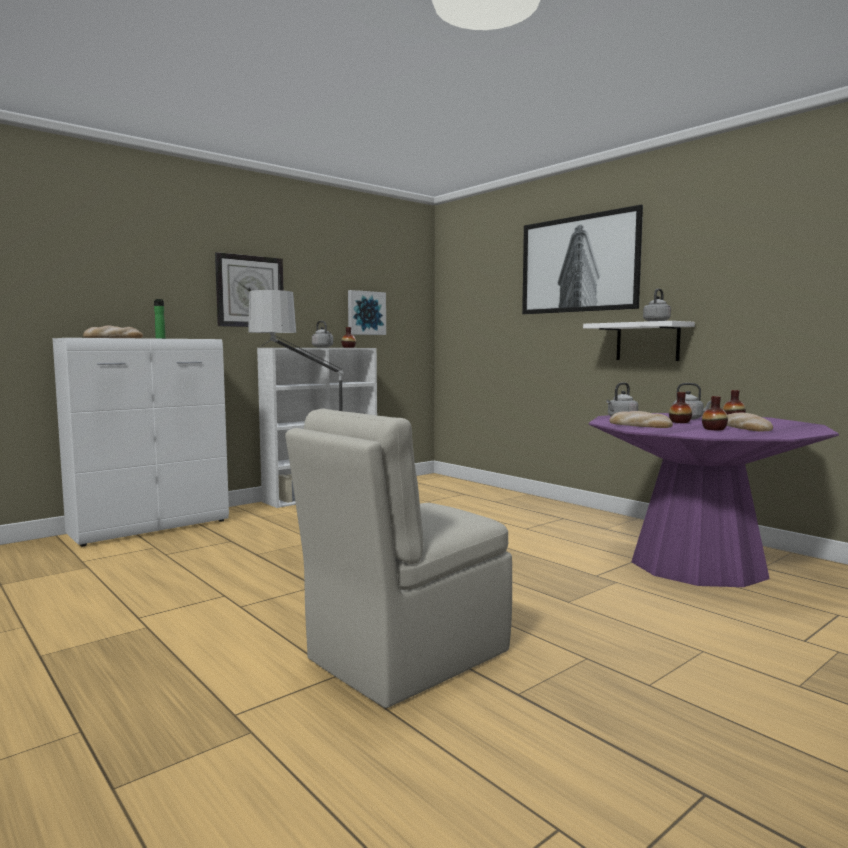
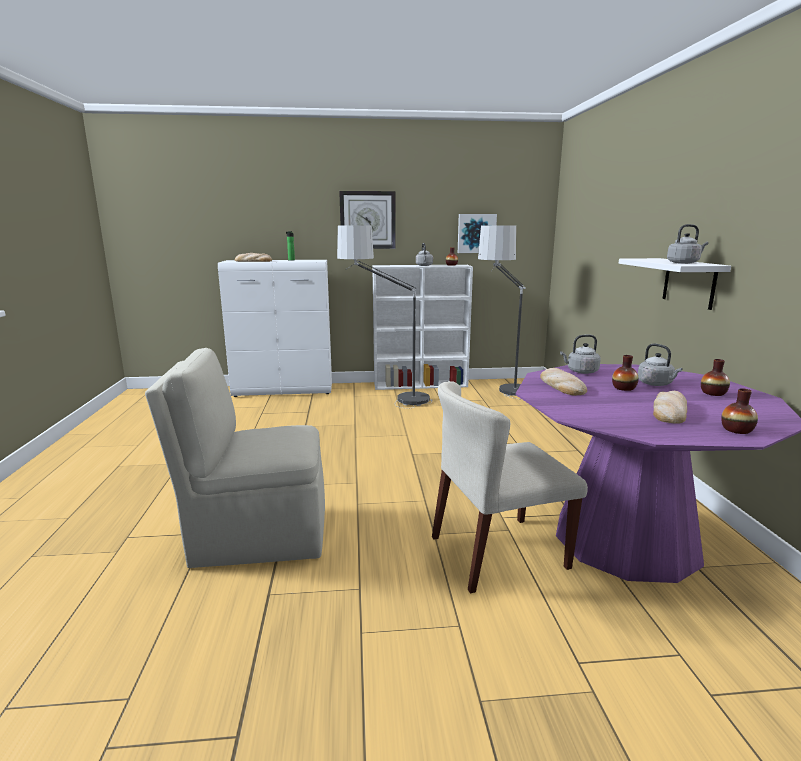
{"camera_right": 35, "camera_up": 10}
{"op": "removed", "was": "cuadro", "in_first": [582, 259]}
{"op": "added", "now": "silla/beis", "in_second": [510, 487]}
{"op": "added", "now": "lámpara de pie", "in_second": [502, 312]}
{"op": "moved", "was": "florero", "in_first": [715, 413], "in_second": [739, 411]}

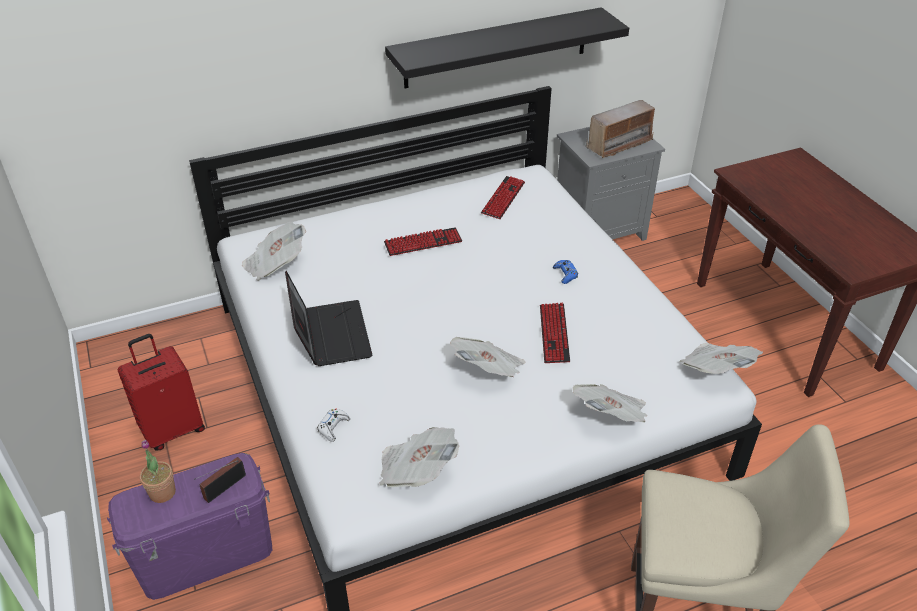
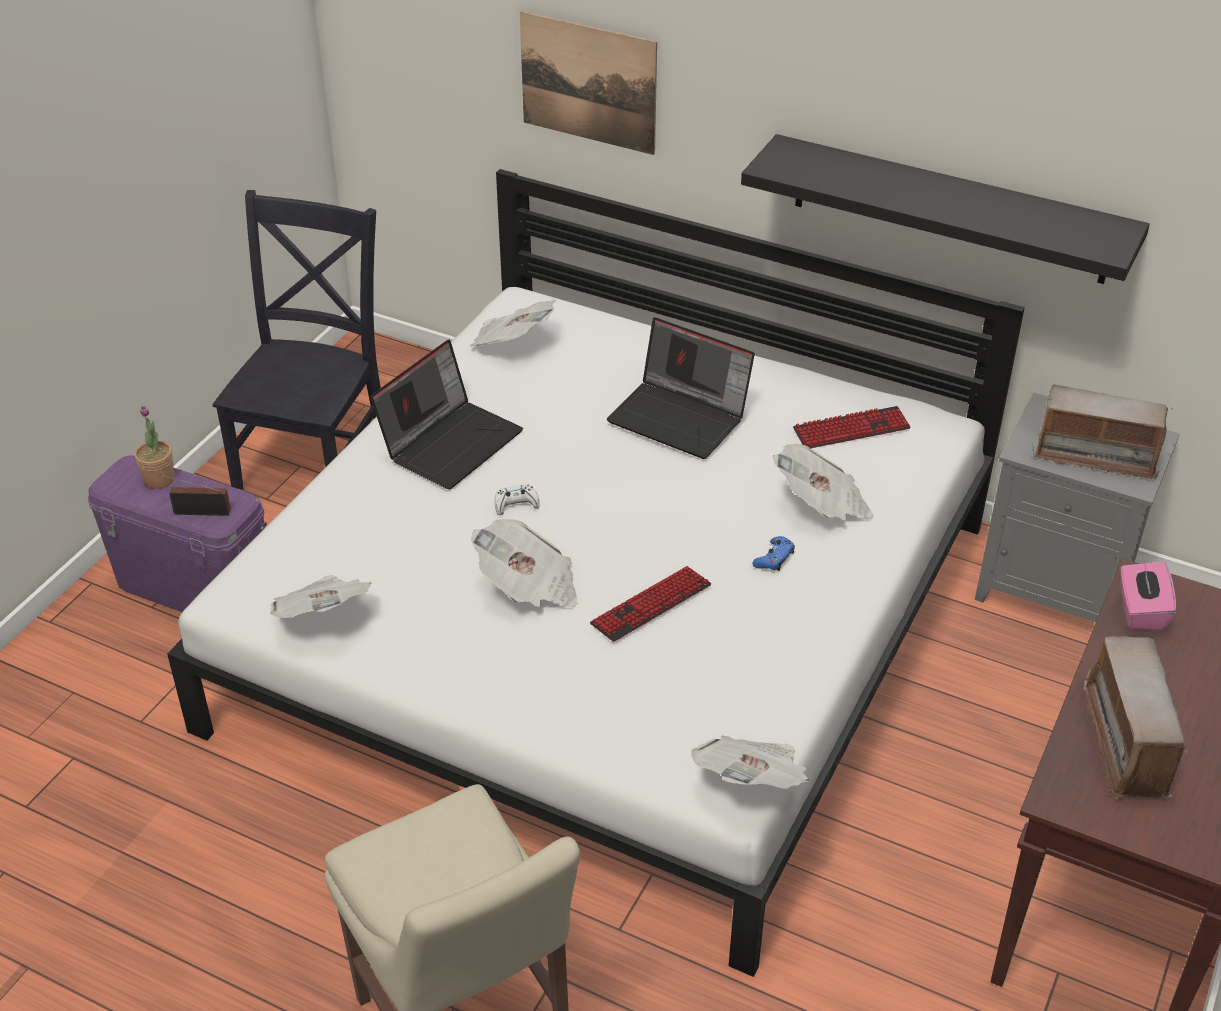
{"camera_right": 50, "camera_up": 0}
{"op": "added", "now": "cuadro", "in_second": [588, 83]}
{"op": "added", "now": "radio", "in_second": [1135, 718]}
{"op": "added", "now": "caja de pañuelos/rosa", "in_second": [1148, 595]}
{"op": "moved", "was": "mando de consola/blanco", "in_first": [333, 425], "in_second": [517, 499]}
{"op": "moved", "was": "periódico", "in_first": [610, 403], "in_second": [823, 482]}
{"op": "replaced", "was": "maleta/rojo", "now": "silla/negro", "in_first": [161, 392], "in_second": [297, 340]}
{"op": "replaced", "was": "teclado", "now": "portátil", "in_first": [423, 241], "in_second": [681, 388]}

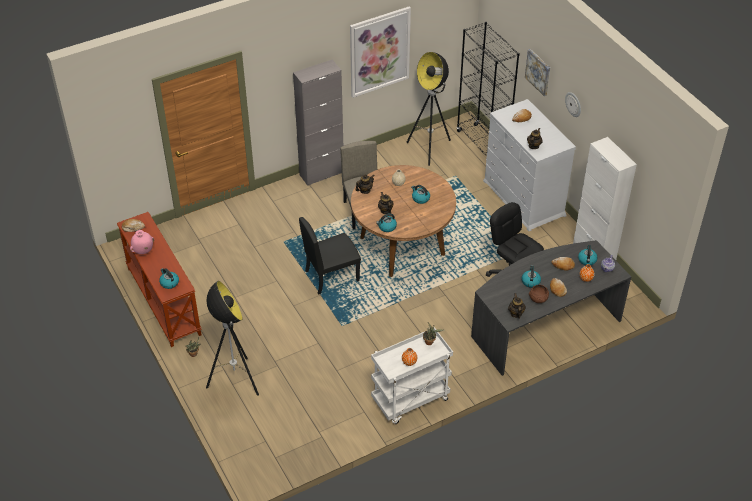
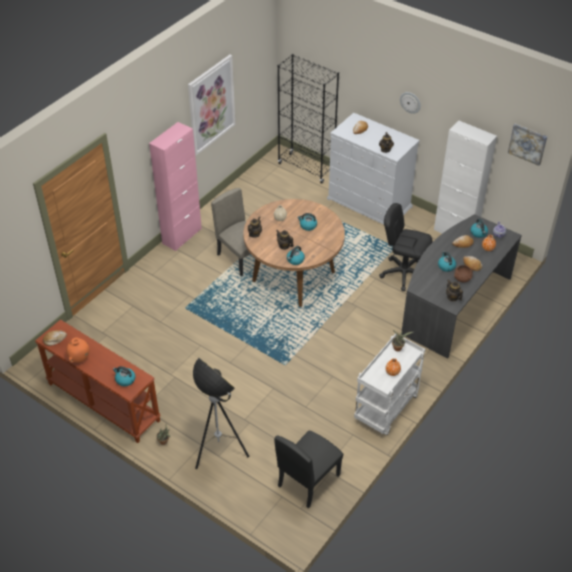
{"camera_right": -25, "camera_up": 0}
{"op": "removed", "was": "lámpara de pie", "in_first": [429, 109]}
{"op": "moved", "was": "silla/negro", "in_first": [330, 256], "in_second": [308, 469]}
{"op": "moved", "was": "cuadro", "in_first": [537, 72], "in_second": [527, 145]}
{"op": "recoloured", "was": "florero/rosa", "now": "florero/naranja", "in_first": [142, 242], "in_second": [78, 350]}
{"op": "recoloured", "was": "armario/gris", "now": "armario/rosa", "in_first": [318, 123], "in_second": [175, 186]}

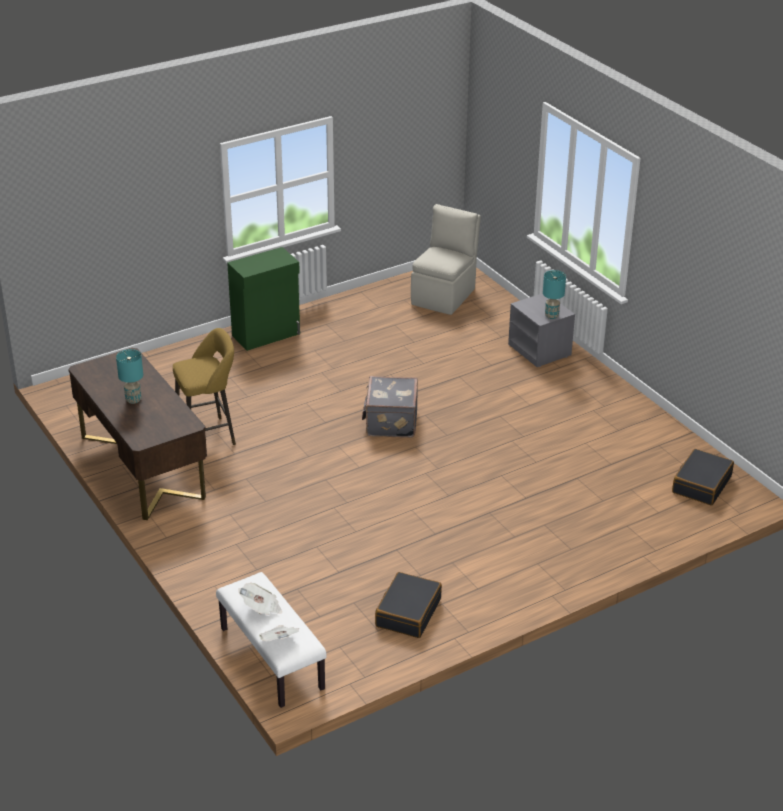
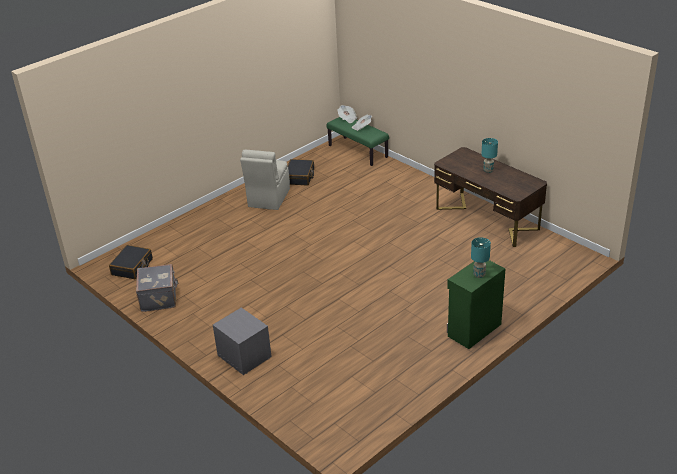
{"camera_right": 170, "camera_up": 0}
{"op": "removed", "was": "taburete/amarillo", "in_first": [204, 386]}
{"op": "moved", "was": "maleta/gris", "in_first": [390, 407], "in_second": [157, 288]}
{"op": "moved", "was": "silla/beis", "in_first": [446, 259], "in_second": [265, 180]}
{"op": "moved", "was": "lámpara de mesa/turquesa", "in_first": [554, 294], "in_second": [481, 257]}
{"op": "recoloured", "was": "banco/blanco", "now": "banco/verde", "in_first": [271, 640], "in_second": [357, 141]}

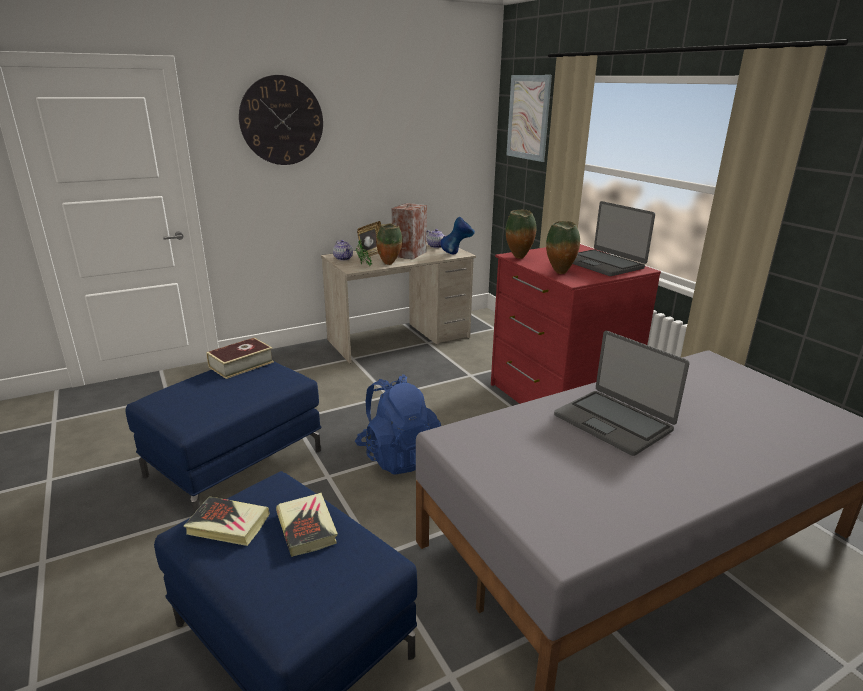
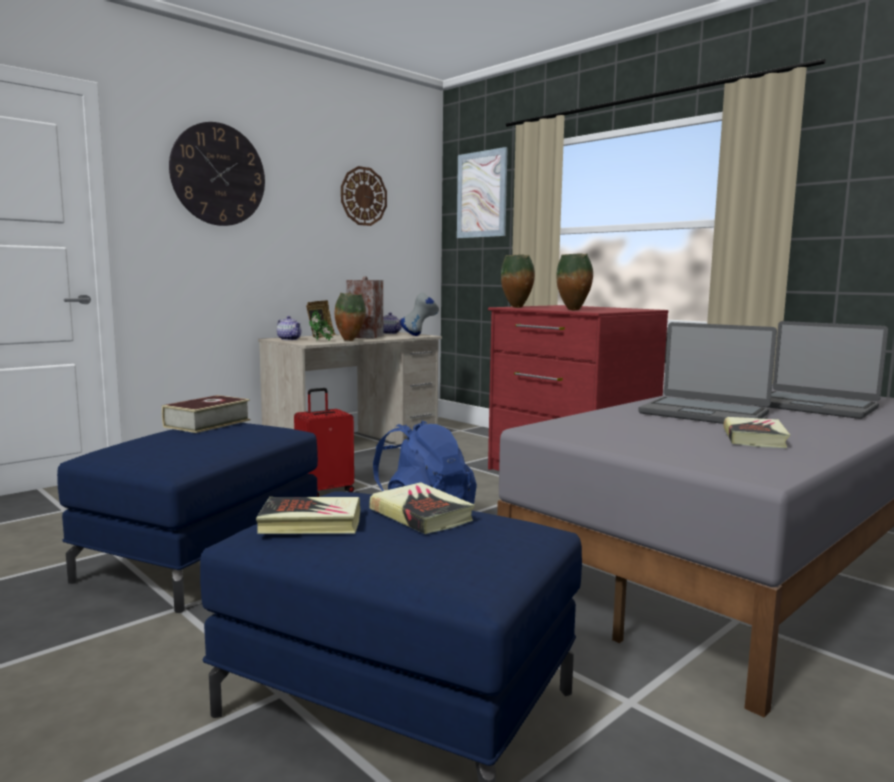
{"camera_right": -15, "camera_up": -15}
{"op": "added", "now": "maleta/rojo", "in_second": [324, 442]}
{"op": "added", "now": "reloj de pared", "in_second": [364, 196]}
{"op": "added", "now": "libro", "in_second": [757, 432]}
{"op": "moved", "was": "portátil", "in_first": [614, 238], "in_second": [820, 370]}
{"op": "recoloured", "was": "florero/azul", "now": "florero/gris", "in_first": [457, 236], "in_second": [419, 314]}

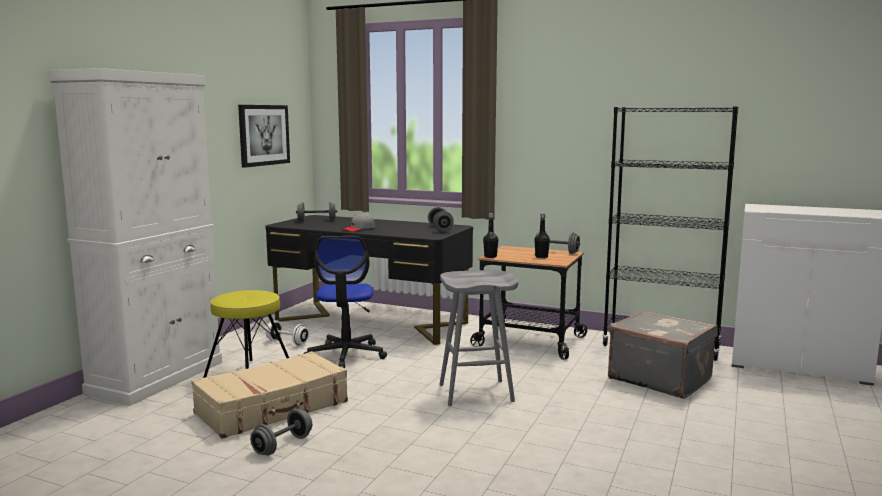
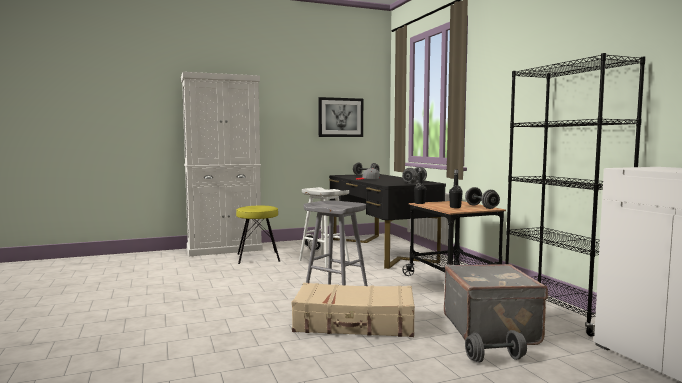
{"camera_right": 45, "camera_up": -5}
{"op": "moved", "was": "maleta/beis", "in_first": [269, 395], "in_second": [353, 310]}
{"op": "moved", "was": "mancuerna/gris", "in_first": [281, 432], "in_second": [496, 346]}
{"op": "replaced", "was": "silla de oficina", "now": "taburete/blanco", "in_first": [345, 302], "in_second": [324, 227]}

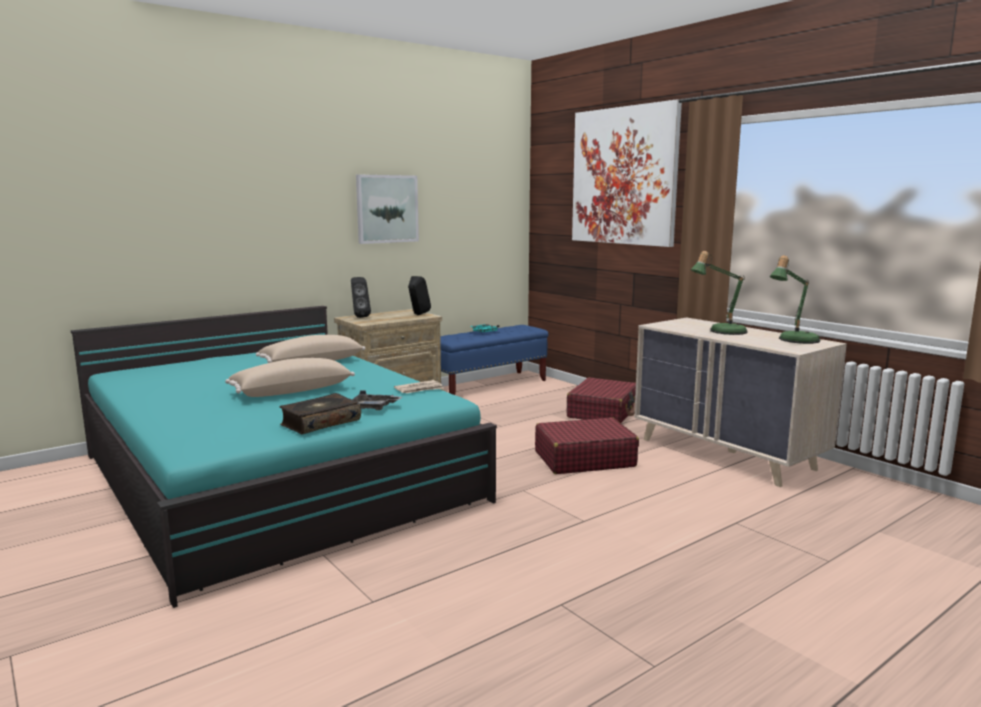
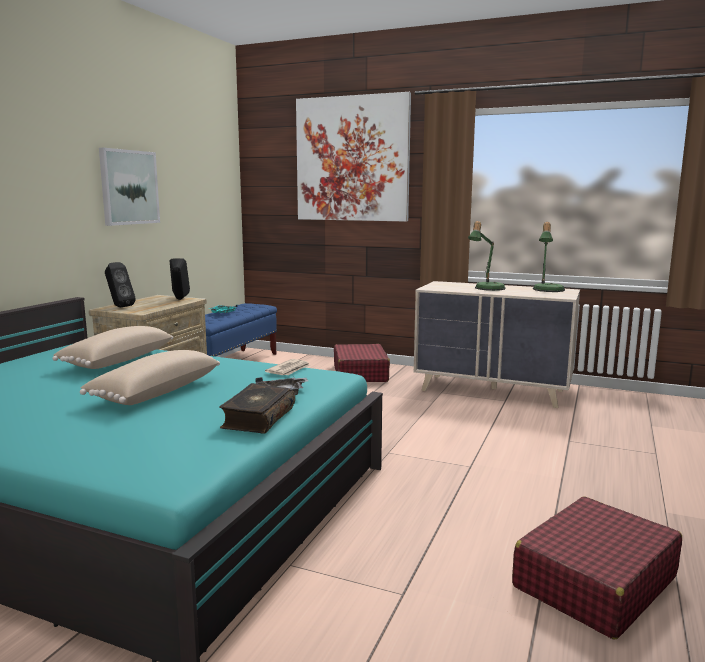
{"camera_right": -30, "camera_up": 0}
{"op": "moved", "was": "maleta/rojo", "in_first": [587, 445], "in_second": [597, 568]}

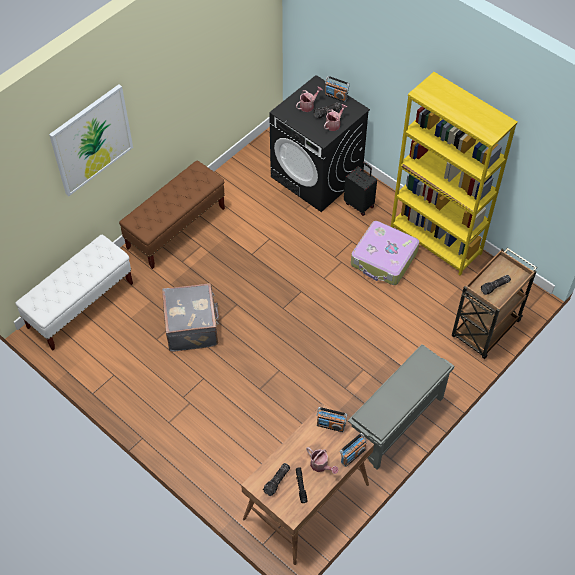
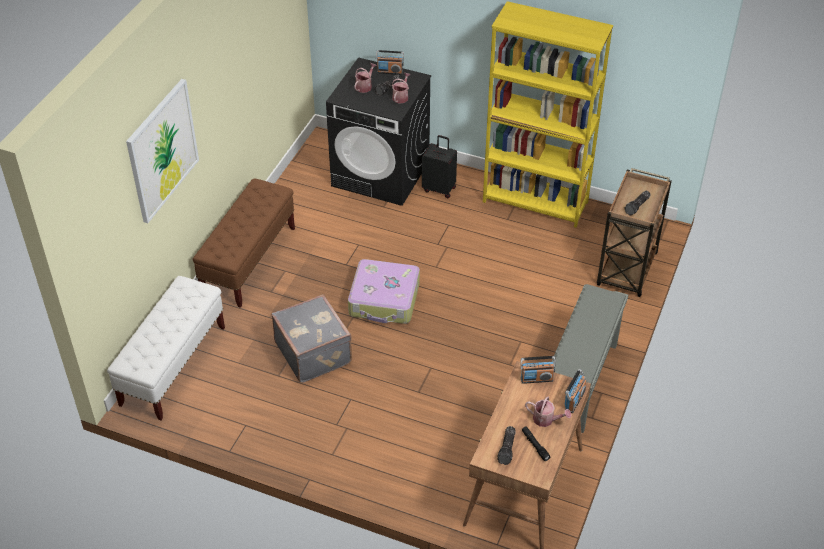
{"camera_right": -20, "camera_up": -10}
{"op": "moved", "was": "maleta", "in_first": [385, 253], "in_second": [384, 291]}

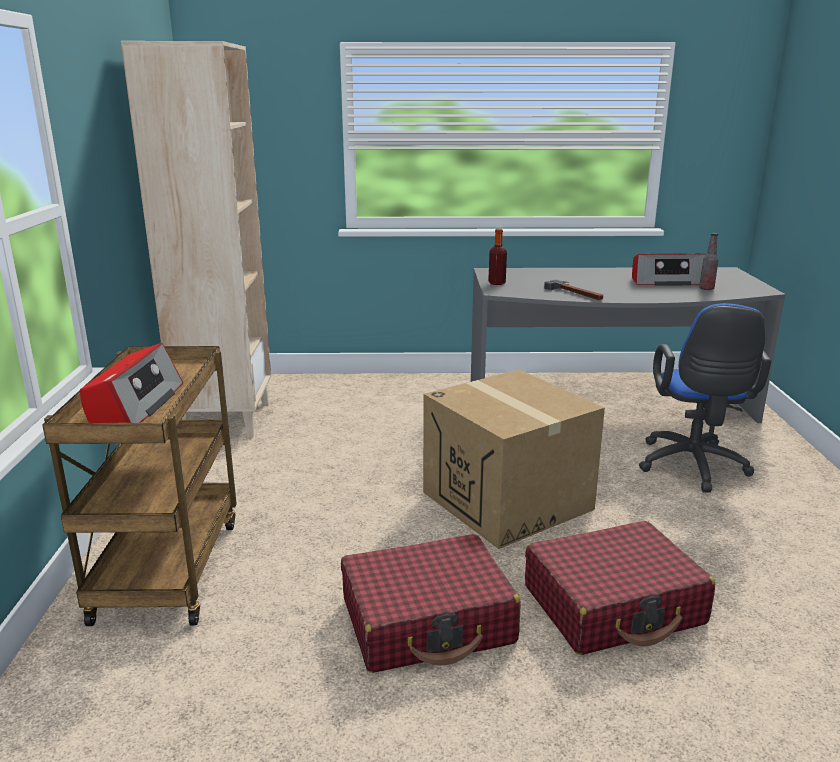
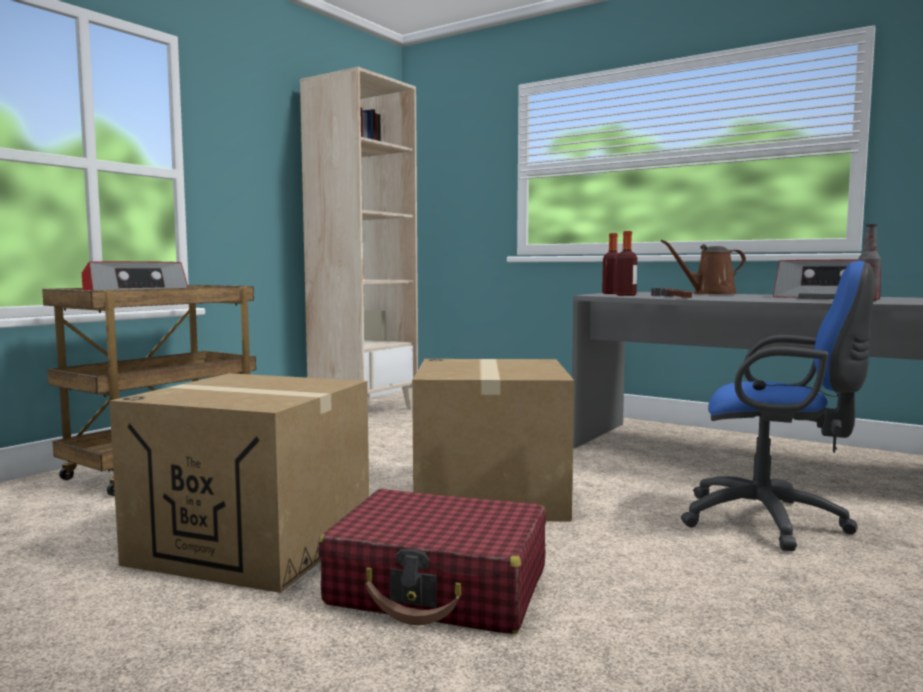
{"camera_right": 35, "camera_up": -15}
{"op": "added", "now": "botella", "in_second": [626, 263]}
{"op": "added", "now": "regadera/marrón", "in_second": [703, 267]}
{"op": "replaced", "was": "maleta/rojo", "now": "caja de cartón", "in_first": [430, 603], "in_second": [239, 483]}
{"op": "turned", "was": "silla de oficina/azul", "in_first": [705, 397], "in_second": [778, 406], "clockwise": -105}

